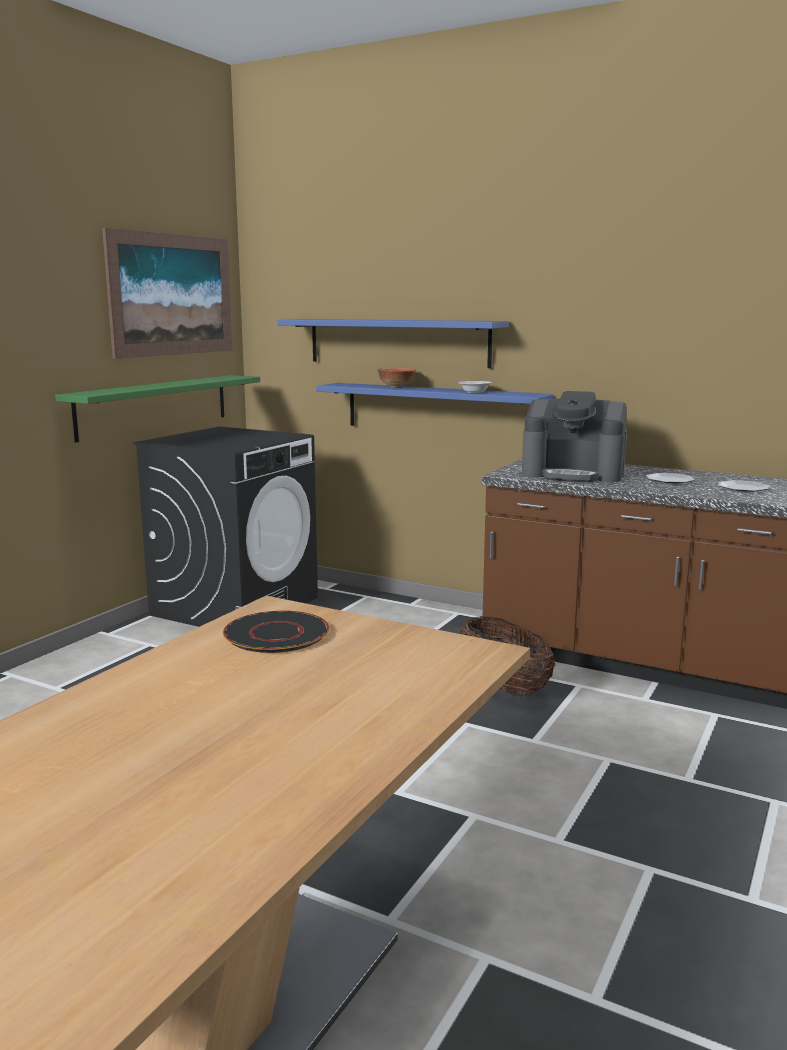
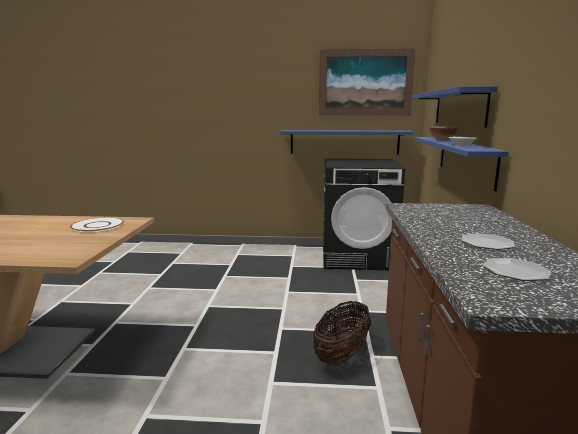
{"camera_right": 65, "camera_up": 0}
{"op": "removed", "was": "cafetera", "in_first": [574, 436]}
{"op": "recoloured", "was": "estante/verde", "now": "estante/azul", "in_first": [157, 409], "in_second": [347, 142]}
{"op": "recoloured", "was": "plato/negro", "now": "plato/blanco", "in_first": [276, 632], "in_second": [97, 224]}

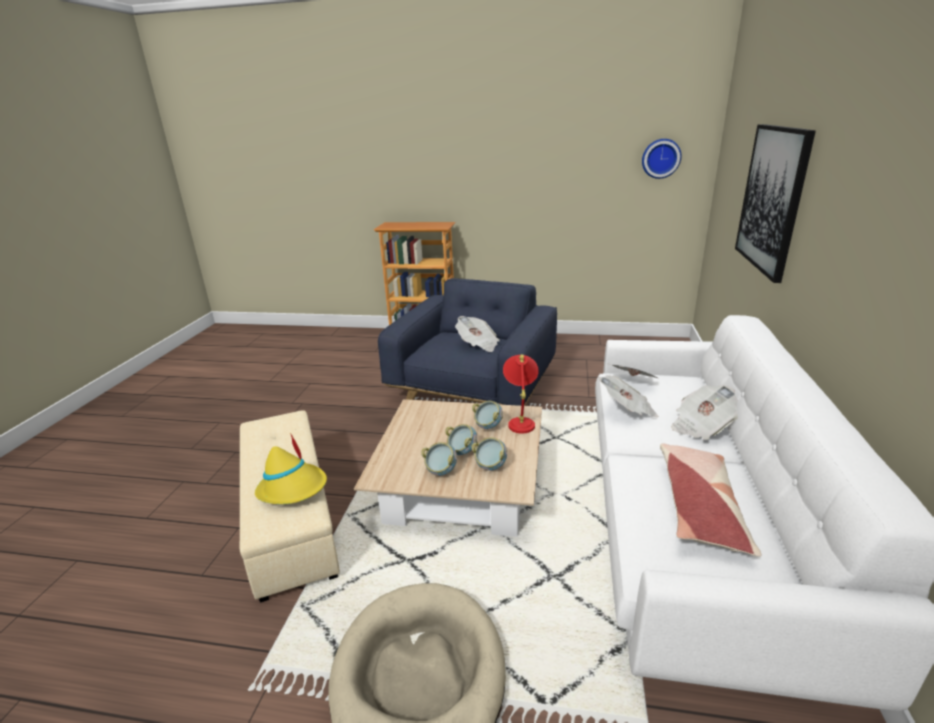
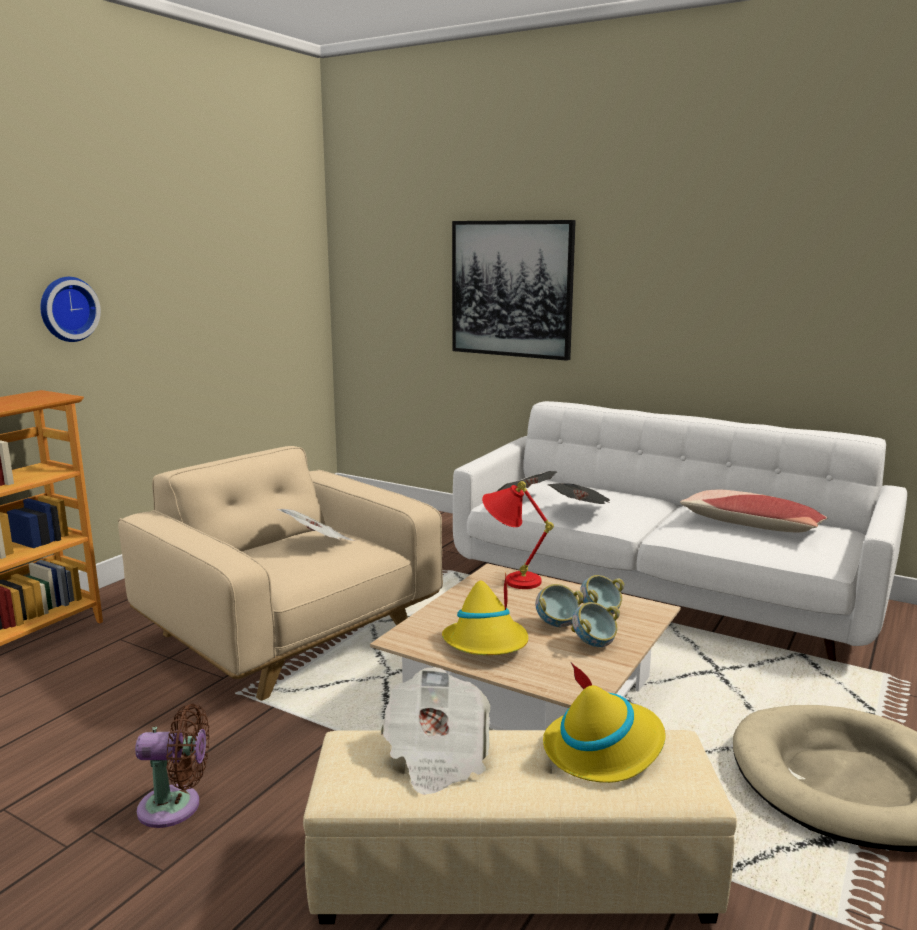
{"camera_right": -70, "camera_up": -10}
{"op": "removed", "was": "cuenco", "in_first": [487, 415]}
{"op": "added", "now": "ventilador/marrón", "in_second": [172, 766]}
{"op": "added", "now": "sombrero/amarillo", "in_second": [485, 613]}
{"op": "moved", "was": "reloj de pared", "in_first": [661, 159], "in_second": [70, 309]}
{"op": "moved", "was": "periódico", "in_first": [704, 412], "in_second": [436, 731]}
{"op": "recoloured", "was": "sillón/azul", "now": "sillón/beis", "in_first": [467, 342], "in_second": [280, 573]}

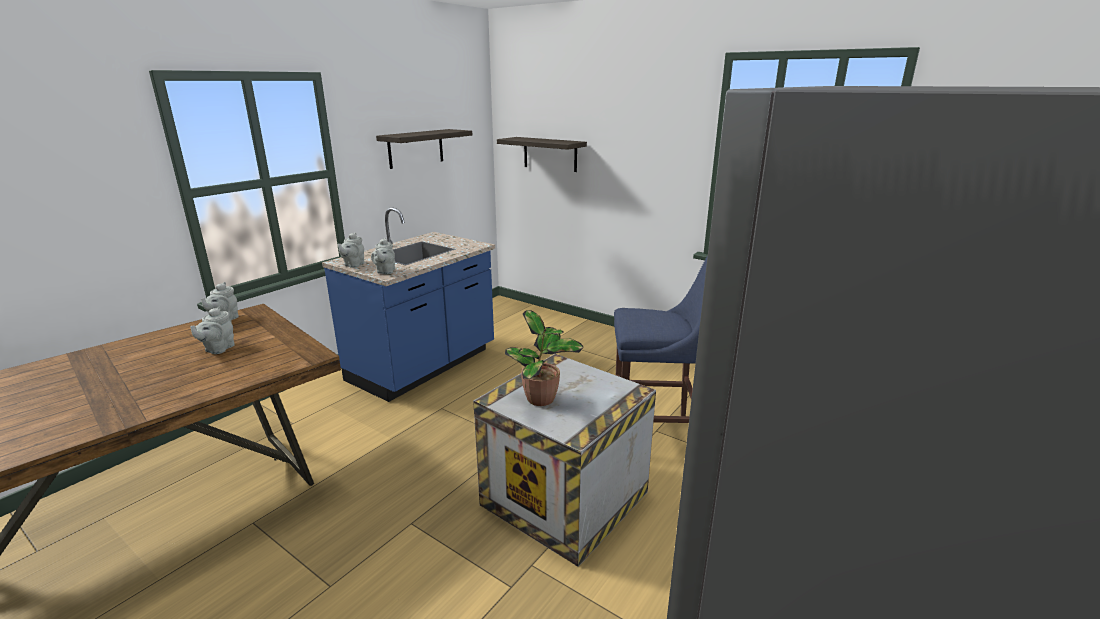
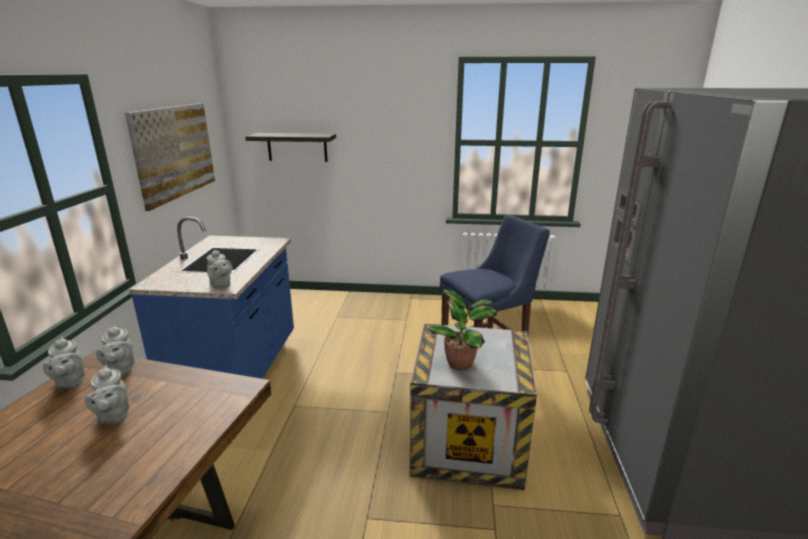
{"camera_right": -30, "camera_up": 0}
{"op": "moved", "was": "tetera/gris", "in_first": [351, 250], "in_second": [115, 350]}
{"op": "replaced", "was": "estante", "now": "cuadro", "in_first": [424, 149], "in_second": [170, 157]}

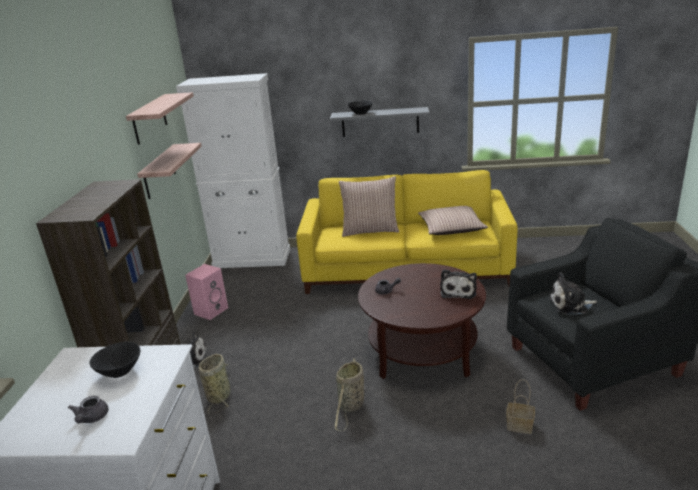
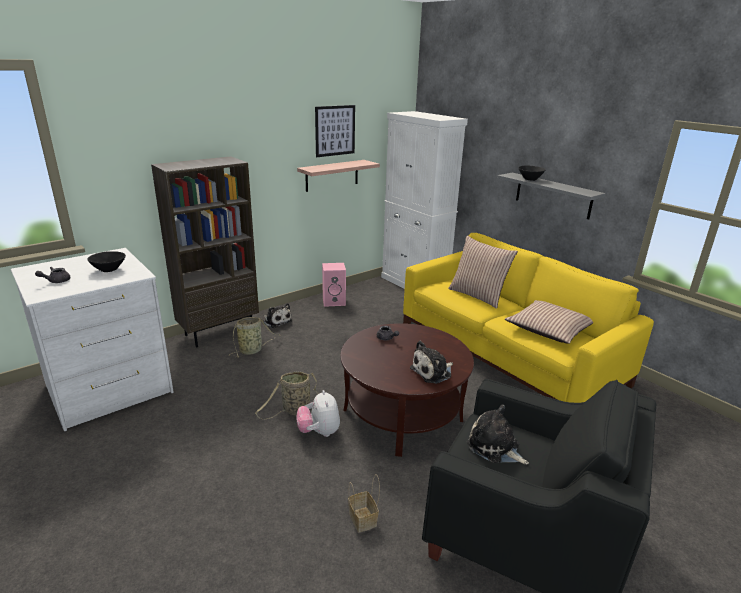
{"camera_right": 45, "camera_up": 0}
{"op": "added", "now": "peluche", "in_second": [318, 413]}
{"op": "replaced", "was": "estante", "now": "cuadro", "in_first": [160, 118], "in_second": [335, 131]}

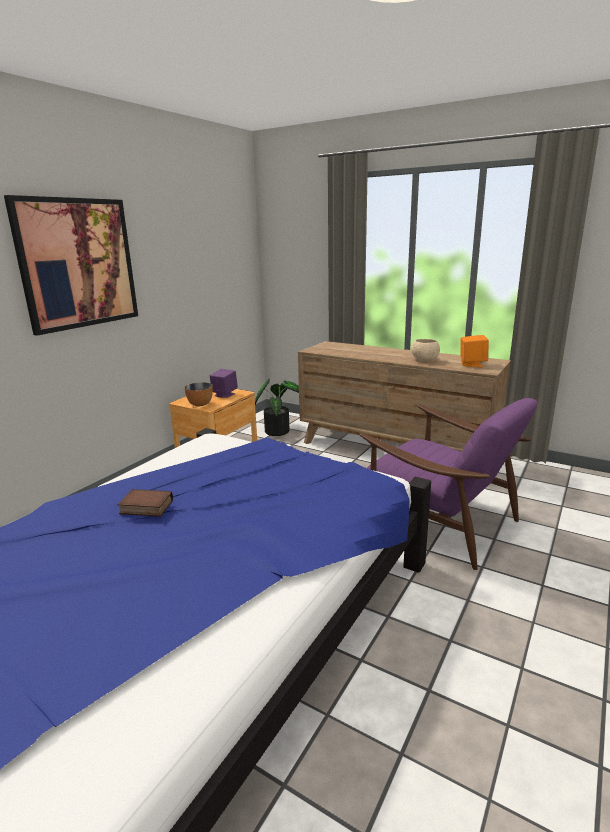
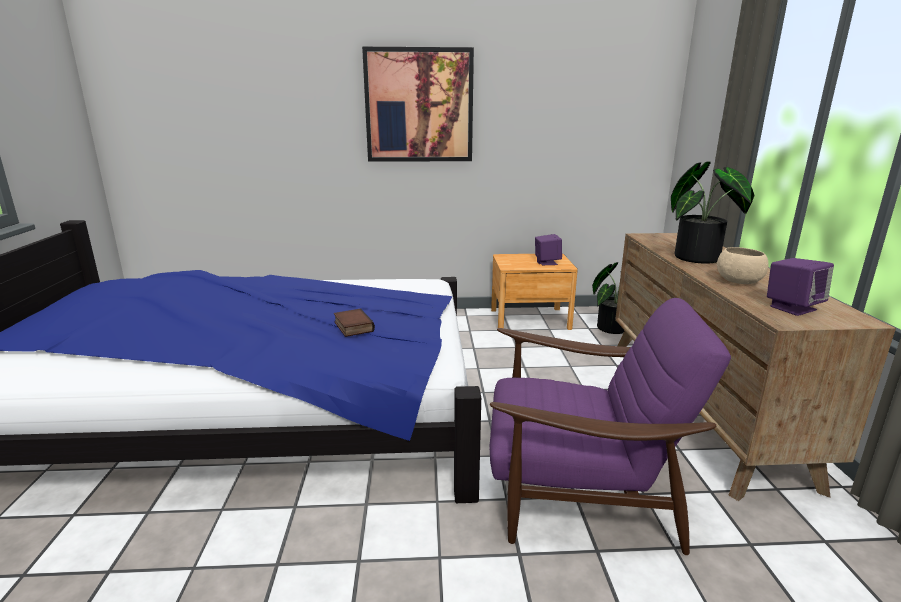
{"camera_right": 55, "camera_up": 0}
{"op": "removed", "was": "cuenco", "in_first": [198, 394]}
{"op": "added", "now": "planta en maceta", "in_second": [712, 213]}
{"op": "moved", "was": "libro", "in_first": [145, 503], "in_second": [354, 323]}
{"op": "recoloured", "was": "altavoz/naranja", "now": "altavoz/morado", "in_first": [475, 351], "in_second": [800, 287]}
{"op": "turned", "was": "sillón/morado", "in_first": [448, 484], "in_second": [610, 426], "clockwise": -90}

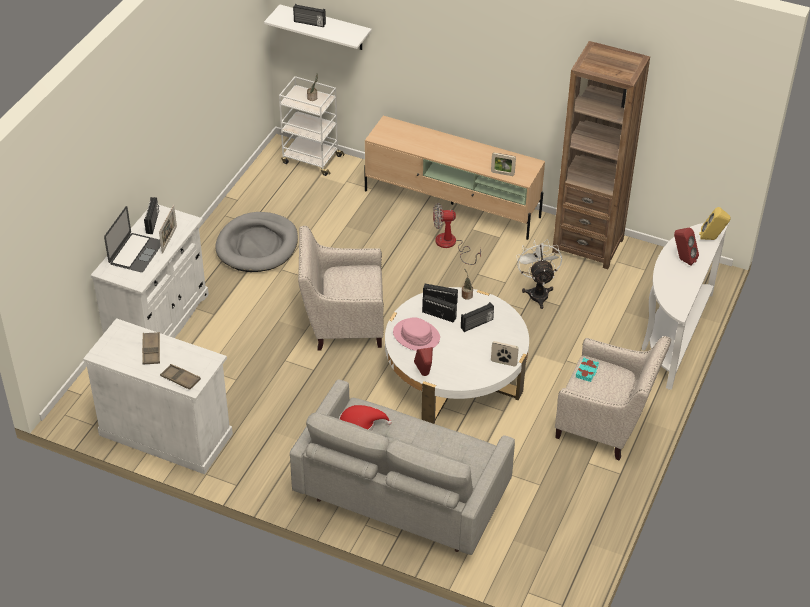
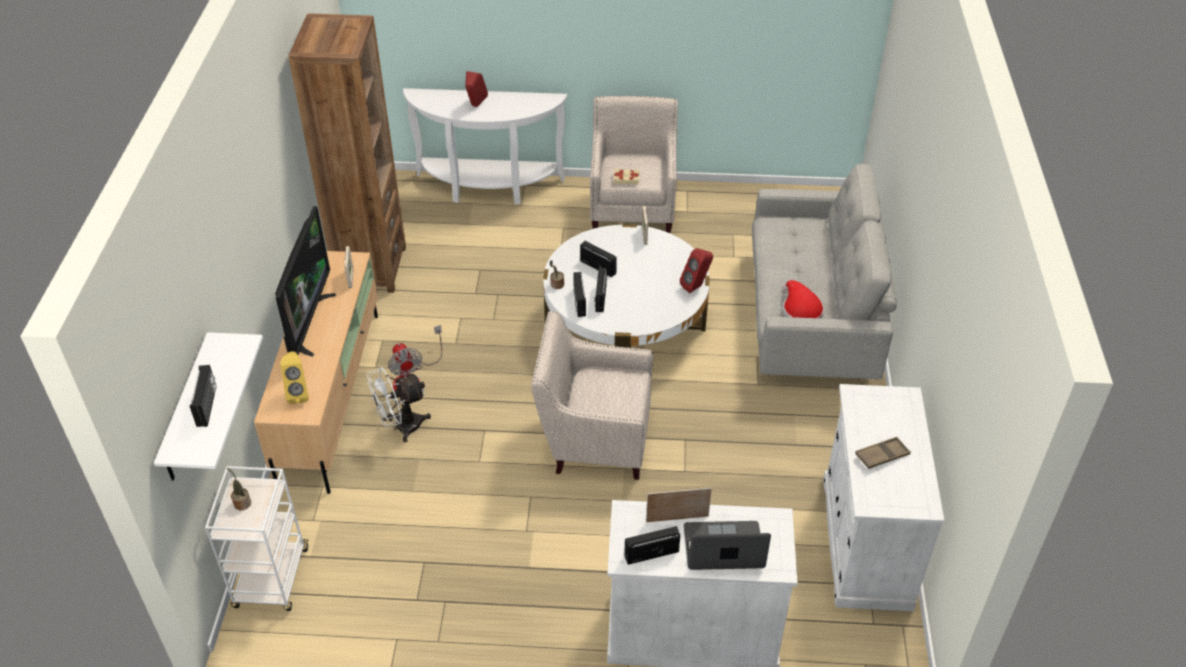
{"camera_right": -110, "camera_up": 0}
{"op": "removed", "was": "bandeja/marrón", "in_first": [180, 377]}
{"op": "removed", "was": "cama para perro/gris", "in_first": [256, 242]}
{"op": "removed", "was": "sombrero/rosa", "in_first": [416, 334]}
{"op": "added", "now": "televisor", "in_second": [305, 281]}
{"op": "moved", "was": "ventilador/blanco", "in_first": [539, 274], "in_second": [399, 404]}
{"op": "moved", "was": "altavoz/amarillo", "in_first": [714, 223], "in_second": [295, 377]}
{"op": "recoloured", "was": "libro/turquesa", "now": "libro/beis", "in_first": [587, 370], "in_second": [626, 176]}
{"op": "turned", "was": "sillón/beis", "in_first": [341, 288], "in_second": [592, 395], "clockwise": 120}

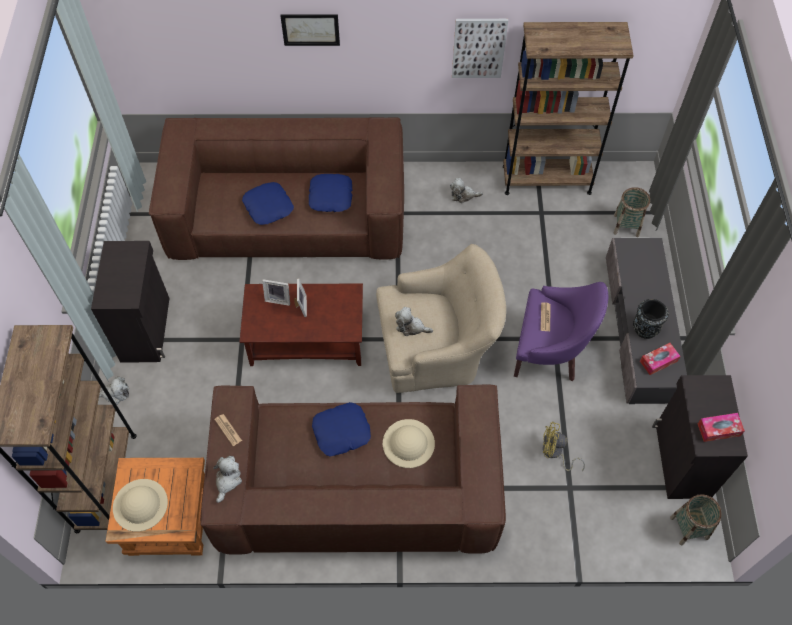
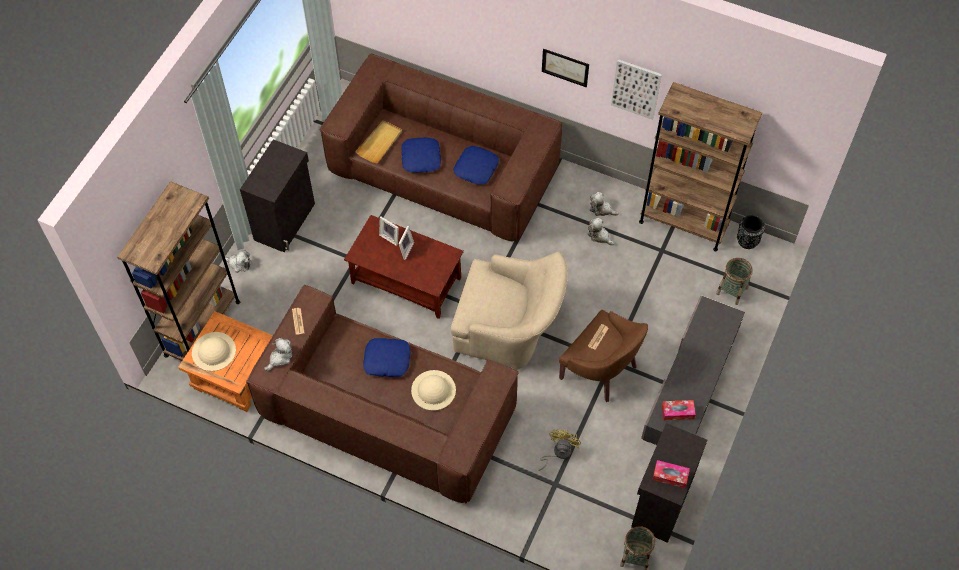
{"camera_right": 25, "camera_up": 0}
{"op": "added", "now": "bandeja/beis", "in_second": [378, 141]}
{"op": "moved", "was": "cuadro", "in_first": [310, 30], "in_second": [565, 68]}
{"op": "moved", "was": "peluche", "in_first": [414, 321], "in_second": [601, 232]}
{"op": "moved", "was": "florero/negro", "in_first": [651, 319], "in_second": [751, 232]}
{"op": "recoloured", "was": "sillón/morado", "now": "sillón/marrón", "in_first": [561, 331], "in_second": [603, 356]}
{"op": "turned", "was": "ventilador/amarillo", "in_first": [564, 446], "in_second": [560, 450], "clockwise": 75}

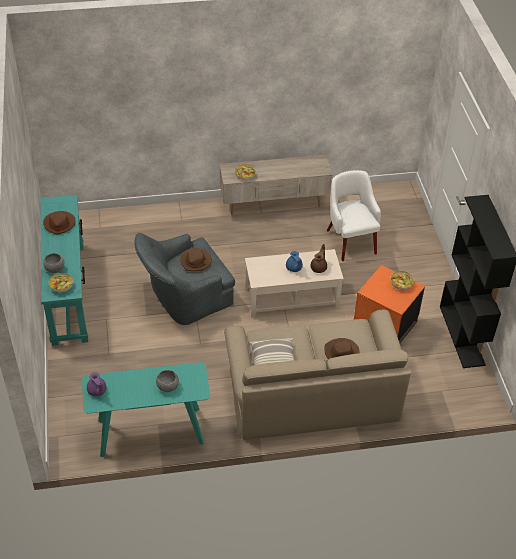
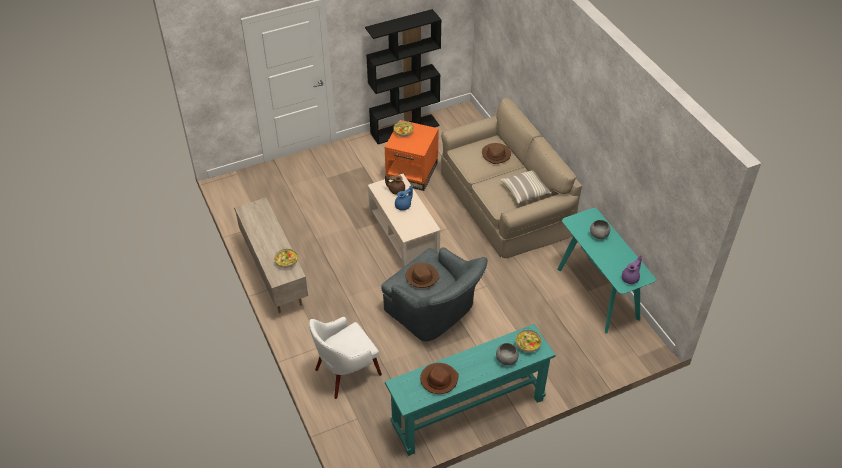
{"camera_right": -105, "camera_up": 0}
{"op": "moved", "was": "sillón/blanco", "in_first": [354, 215], "in_second": [345, 358]}

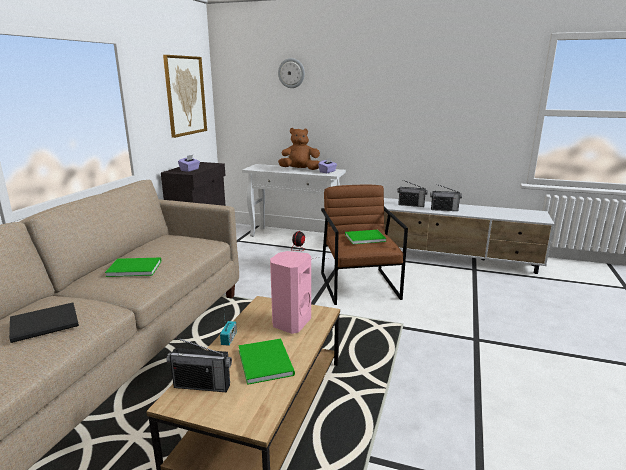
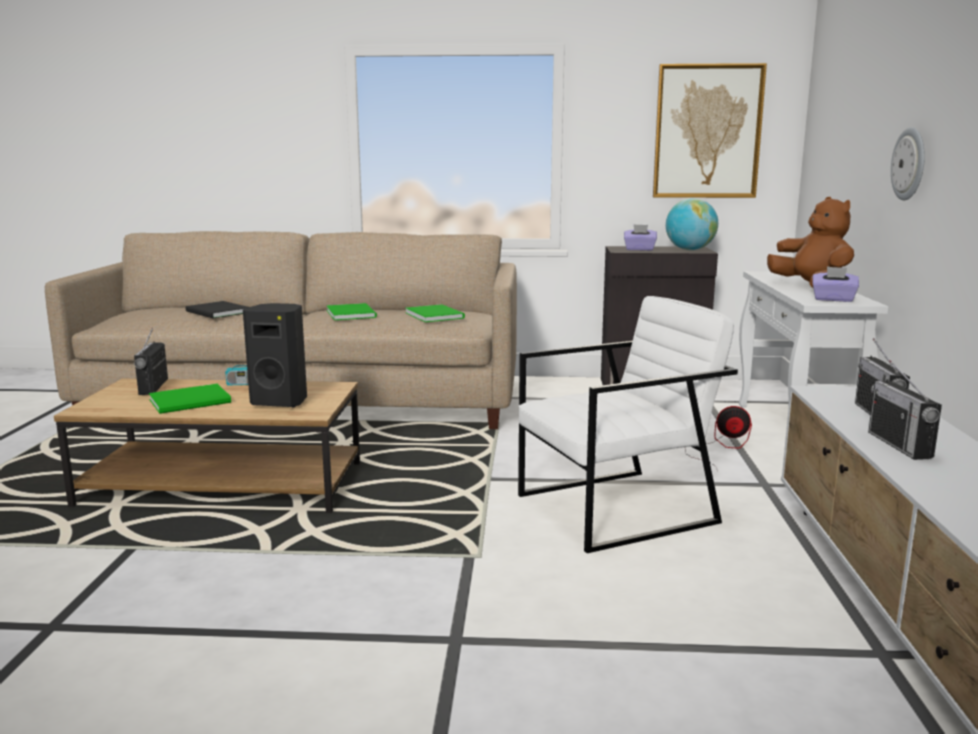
{"camera_right": 75, "camera_up": -5}
{"op": "added", "now": "globo terráqueo", "in_second": [692, 224]}
{"op": "moved", "was": "reloj de pared", "in_first": [291, 73], "in_second": [908, 163]}
{"op": "moved", "was": "libro/verde", "in_first": [366, 237], "in_second": [435, 313]}
{"op": "recoloured", "was": "altavoz/rosa", "now": "altavoz/negro", "in_first": [290, 292], "in_second": [275, 355]}
{"op": "recoloured", "was": "sillón/marrón", "now": "sillón/blanco", "in_first": [364, 245], "in_second": [628, 424]}

